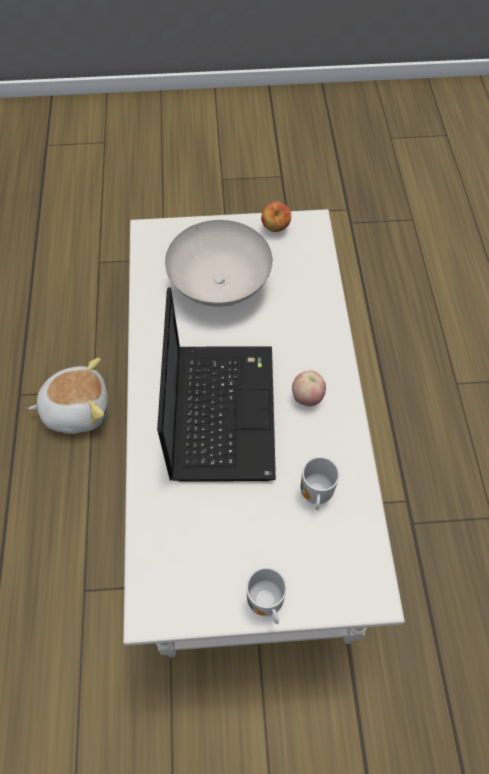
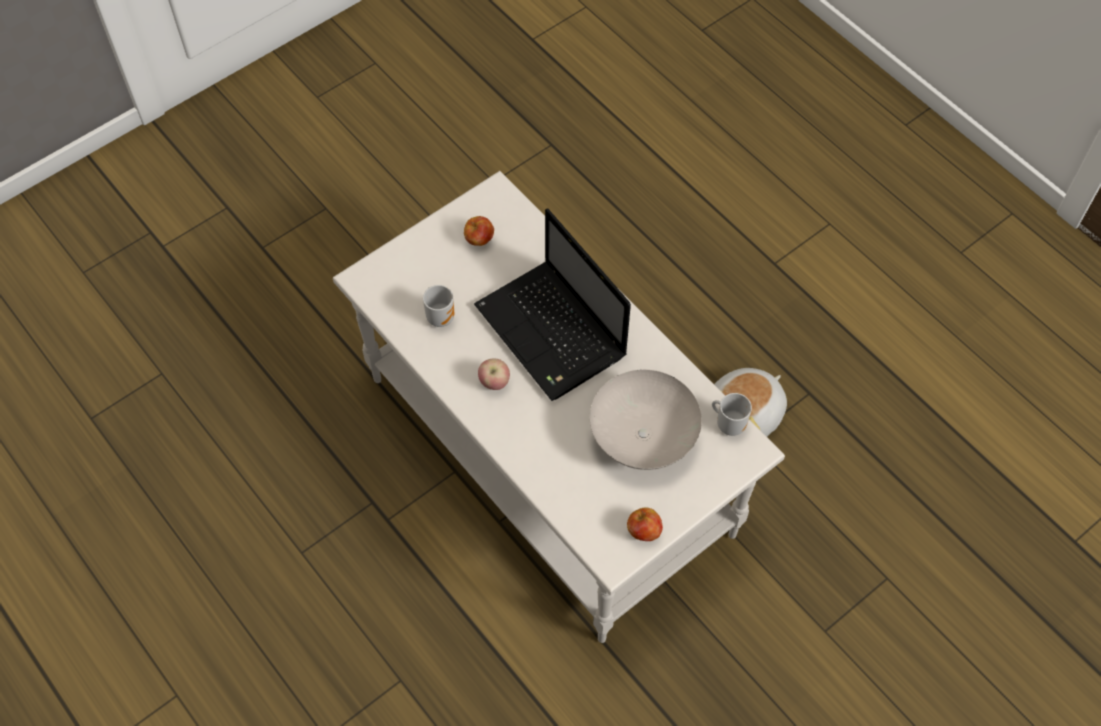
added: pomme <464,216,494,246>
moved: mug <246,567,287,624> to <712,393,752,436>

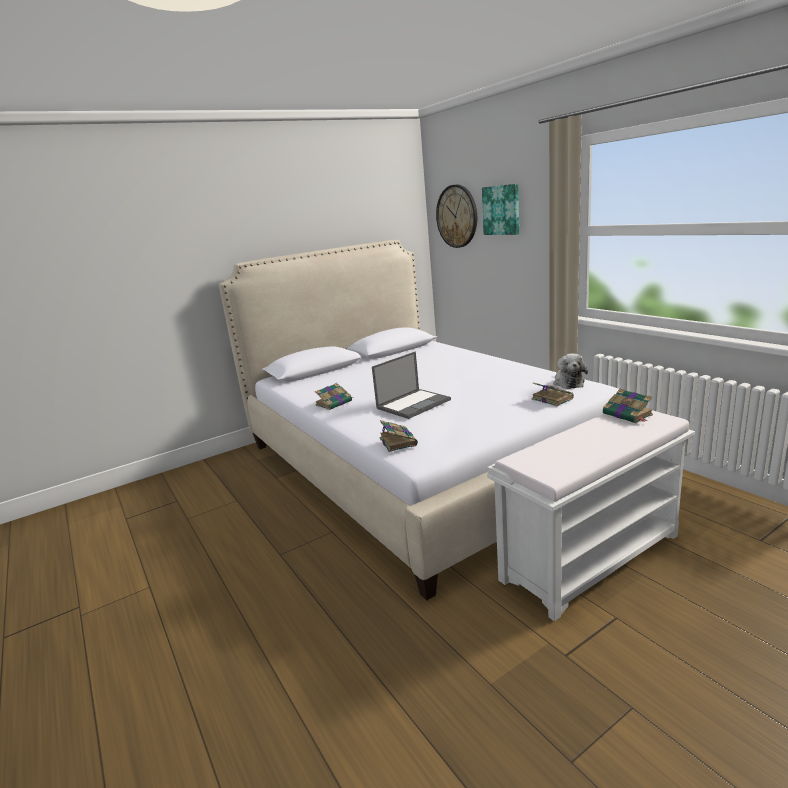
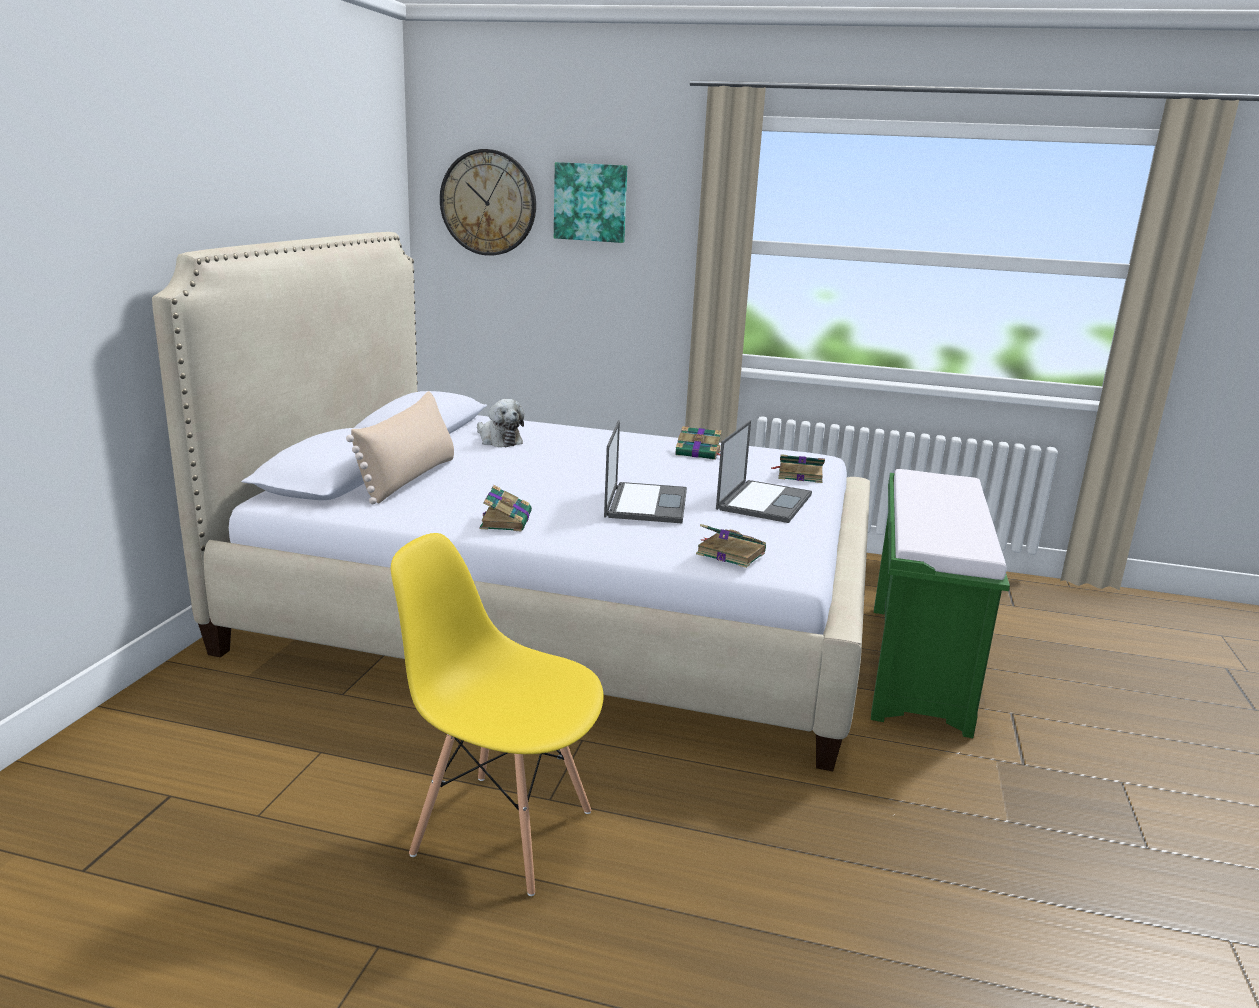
added: coussin (beige) <346,391,454,504>; chaise (jaune) <391,533,604,896>; ordinateur portable <716,420,812,523>
moved: peluche <553,353,588,389> to <477,399,524,447>; livre <603,389,653,423> to <675,426,722,460>
recoloured: banc (blanc) <487,410,695,621> to banc (vert) <871,469,1010,738>

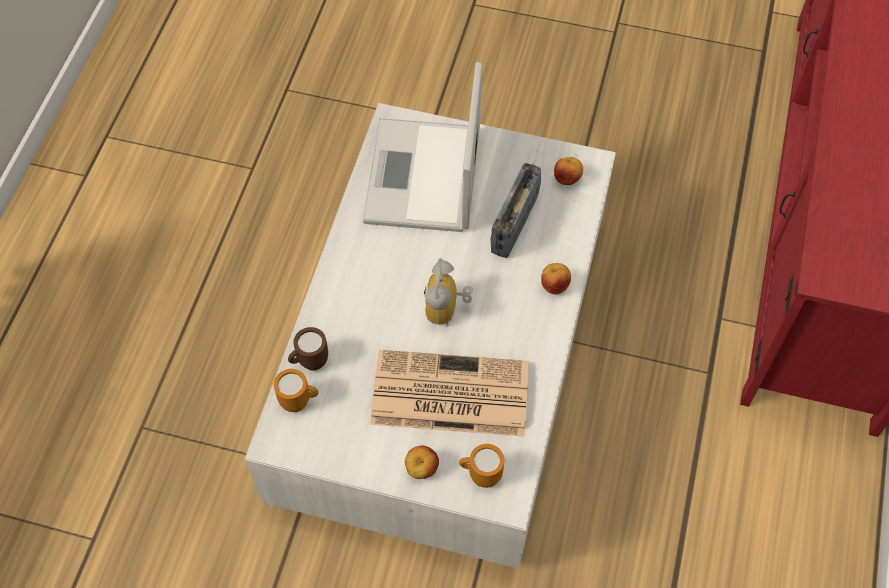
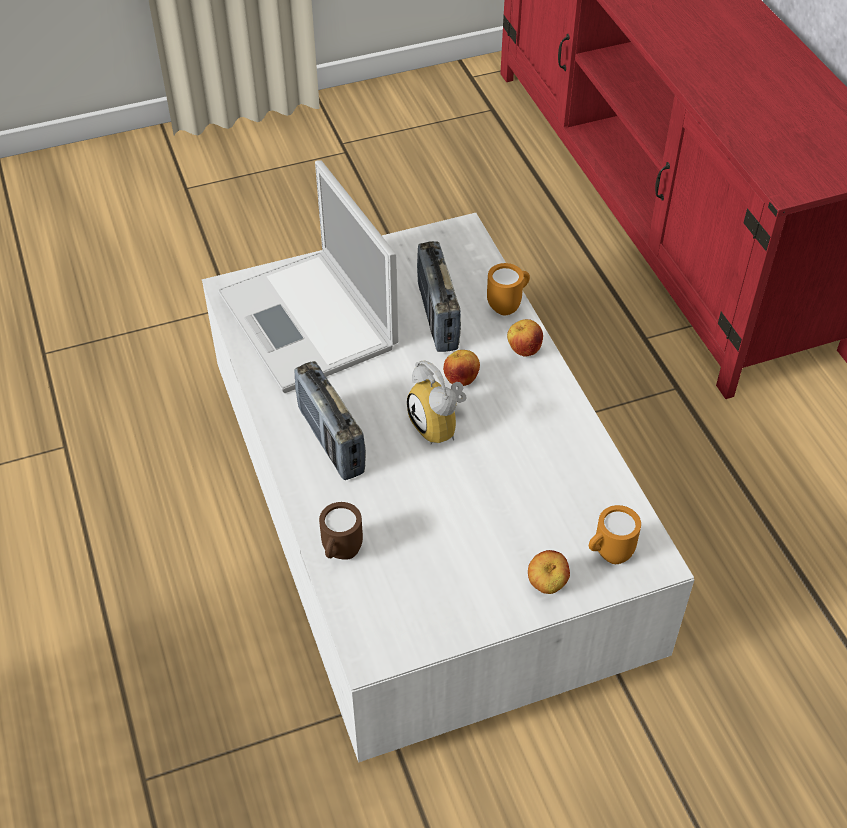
removed: journal <370,350,529,437>
added: radio <294,361,366,480>
moved: mug (orange) <274,369,318,412> to <487,263,530,315>; pomme <554,157,583,185> to <443,350,480,386>

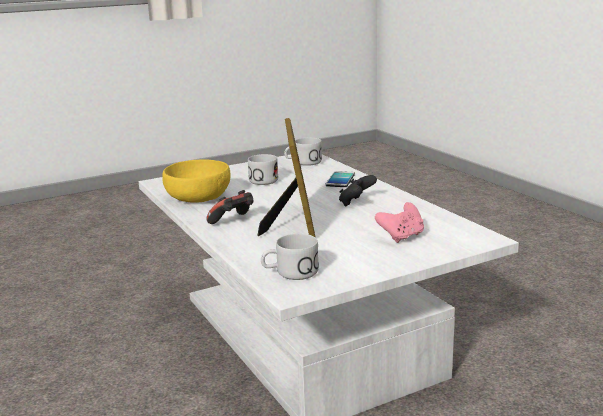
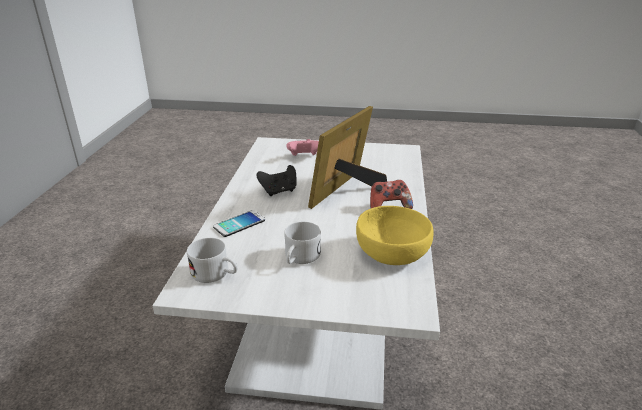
removed: mug (blanc) <261,234,319,280>

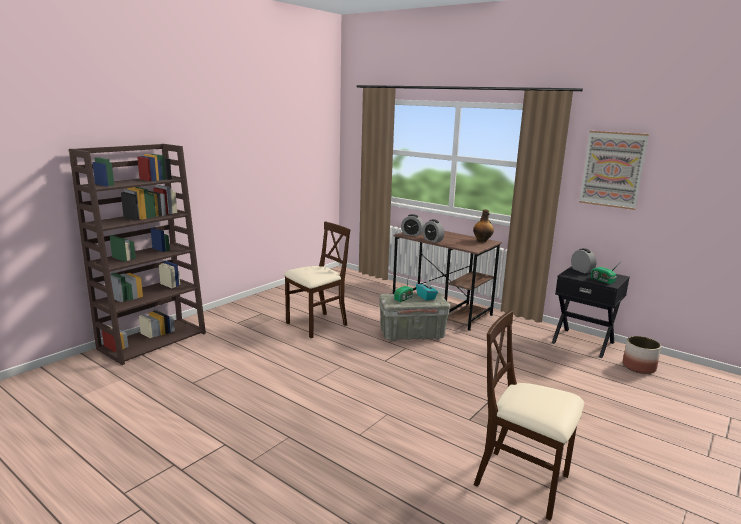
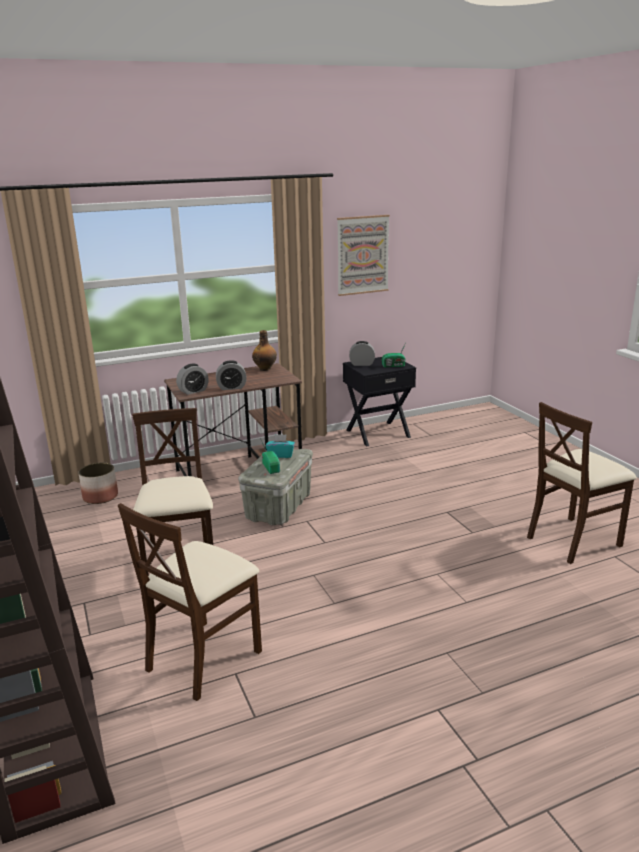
added: chaise (beige) <118,503,262,701>
moved: cache-pot <623,336,661,374> to <78,463,118,504>

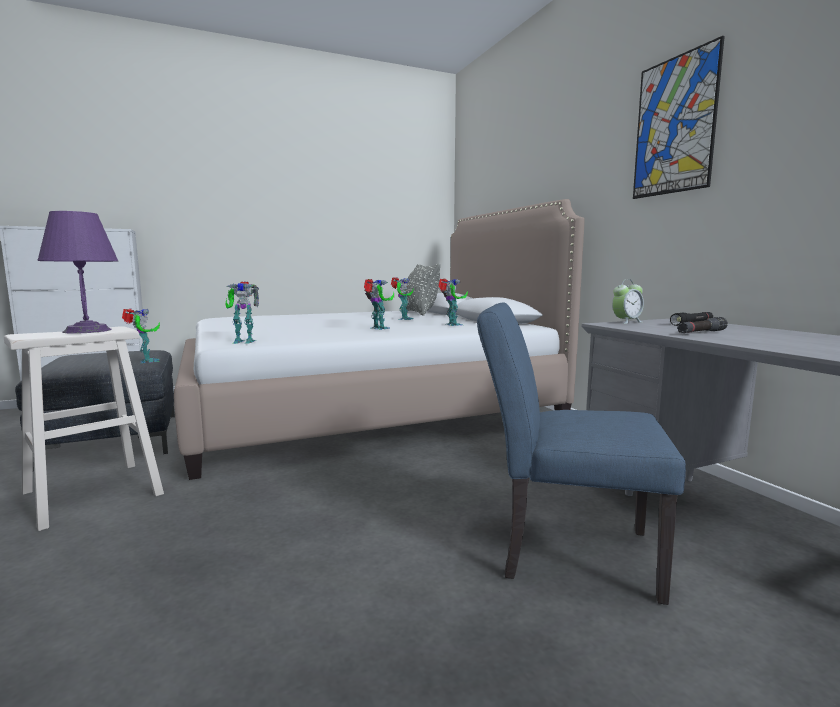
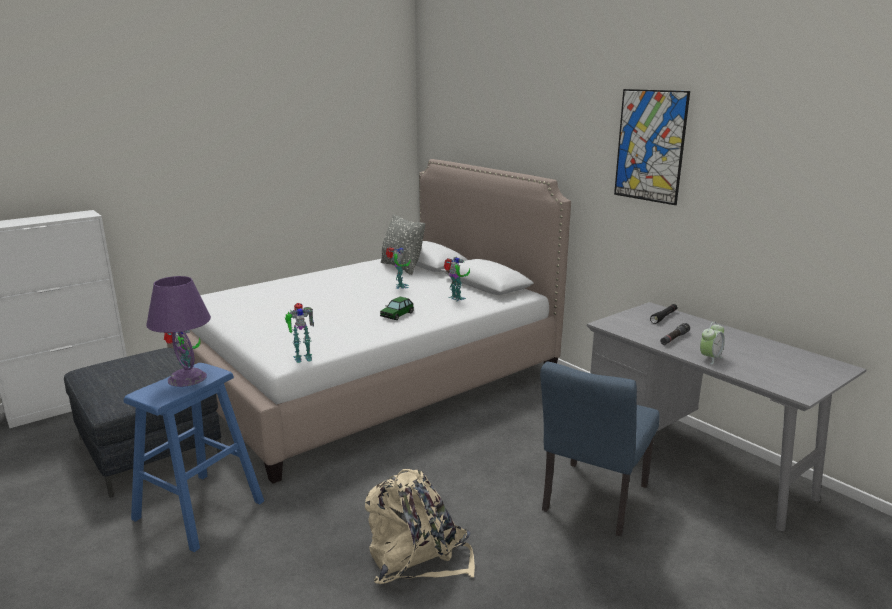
added: sac à dos (beige) <365,469,475,584>
moved: réveil <612,279,644,324> to <700,321,725,365>
replaced: robot jouet <364,279,394,330> to petite voiture <380,297,414,320>
recoloured: tabouret (beige) <4,326,164,531> to tabouret (bleu) <124,363,264,552>
turned: chaise (bleu) <477,303,686,605> = <540,362,660,536> 60 degrees counterclockwise

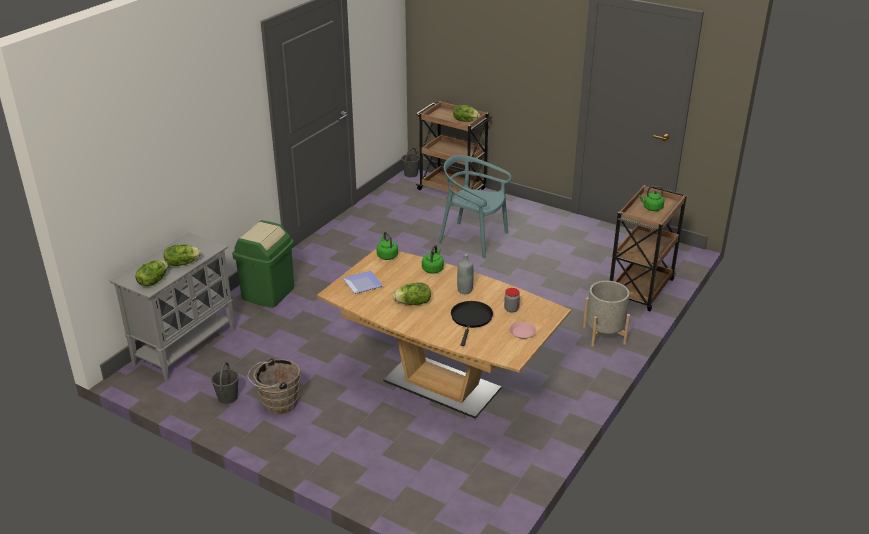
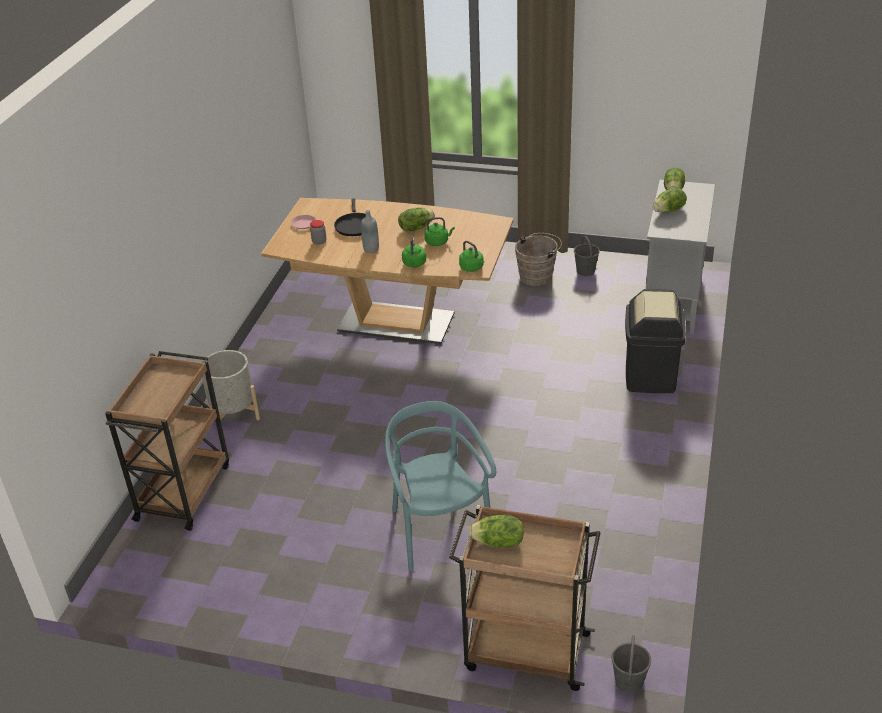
removed: assiette <343,271,383,294>
moved: bouilloire (vert) <638,186,664,211> to <424,217,455,246>
recoloured: poubelle (vert) <232,220,294,308> to poubelle (noir) <625,289,686,393>
turned: chaise (turquoise) <439,155,512,259> = <385,401,496,571> 120 degrees counterclockwise

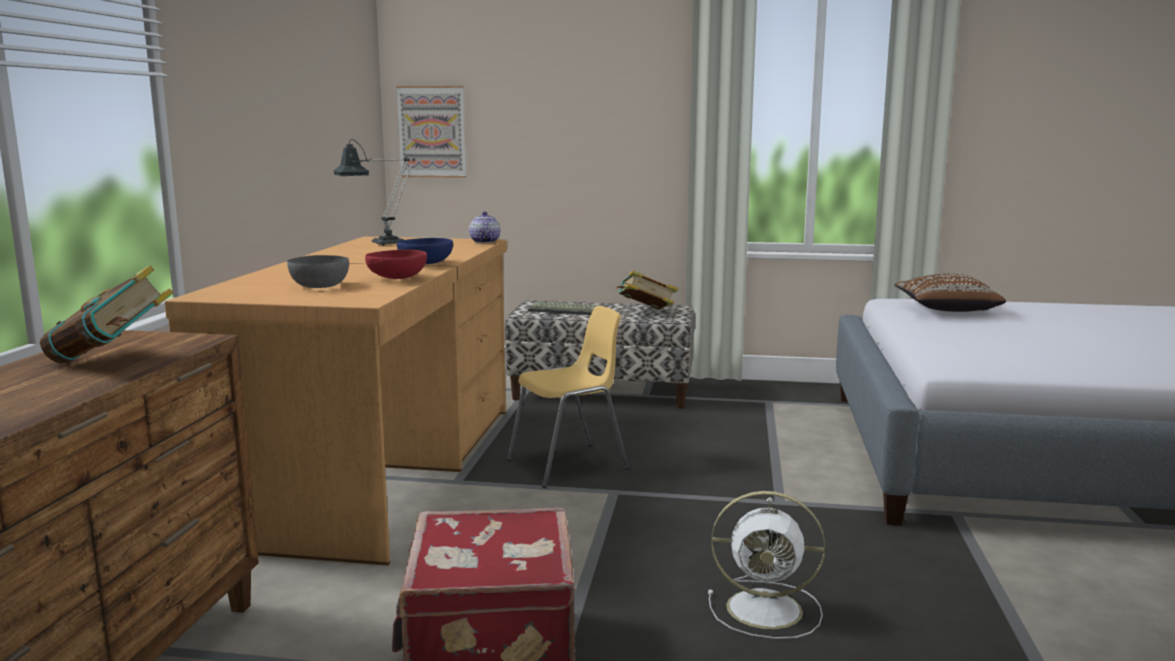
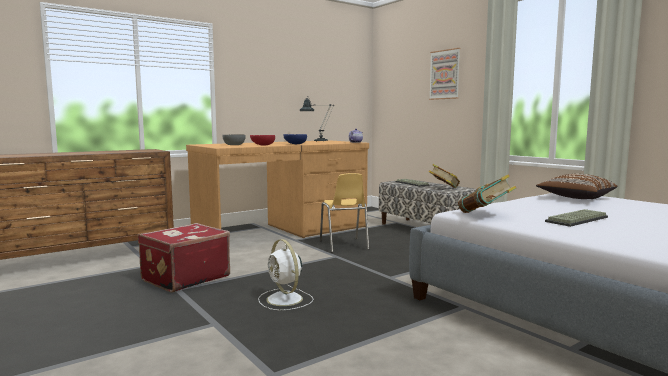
added: clavier <545,209,608,227>
moved: livre <40,266,173,364> to <458,174,516,213>; tableau <396,86,466,178> to <429,48,460,100>
turned: chaise (jaune) <507,306,629,488> = <320,173,369,253> 60 degrees clockwise

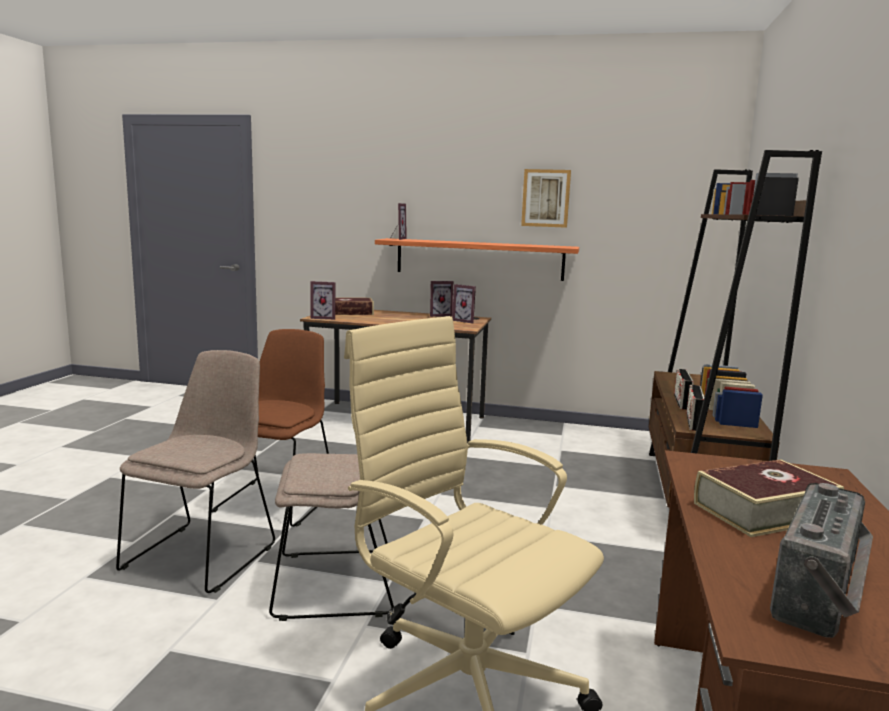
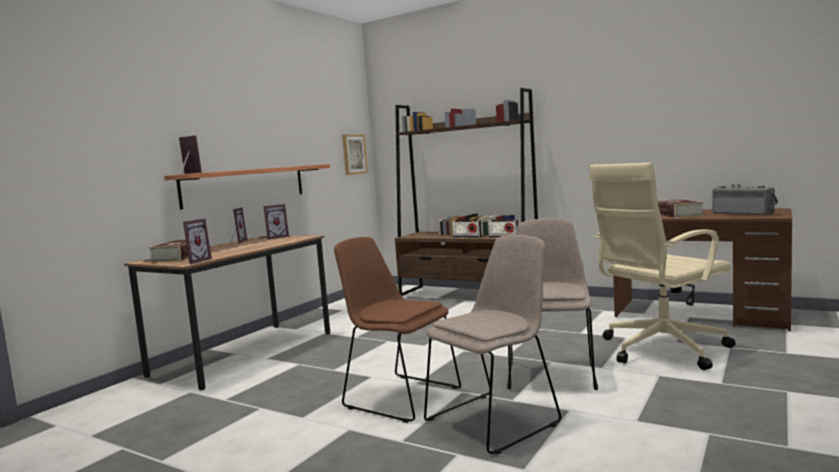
moved: tableau <521,169,571,228> to <342,134,368,175>
turned: chaise (beige) <116,350,275,593> = <424,235,561,455> 105 degrees clockwise

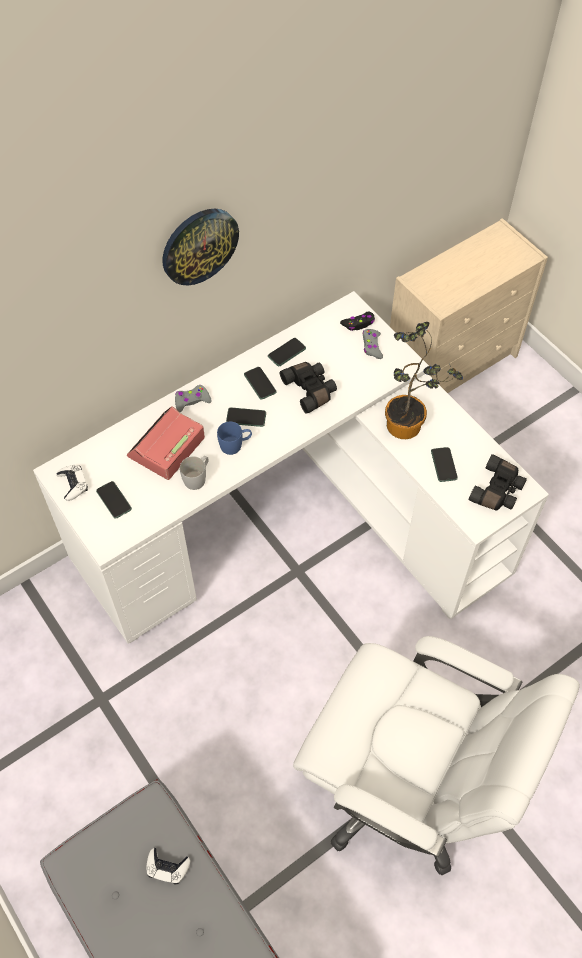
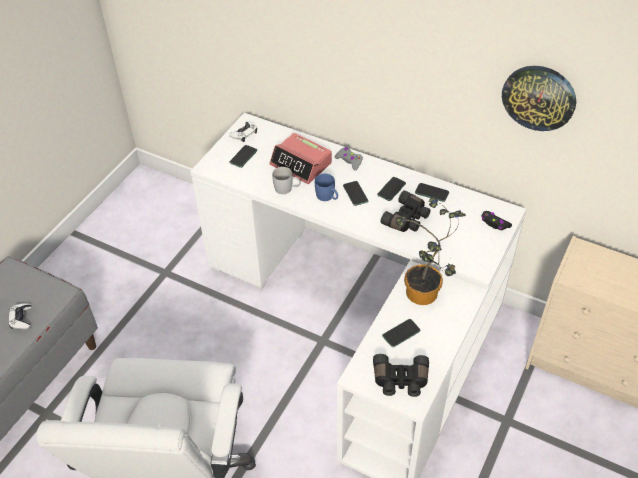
removed: manette (gris) <363,329,383,359>
moved: horloge murale <162,209,239,285> to <502,66,576,131>
turned: réveil <127,406,205,480> = <270,133,332,184> 150 degrees counterclockwise

